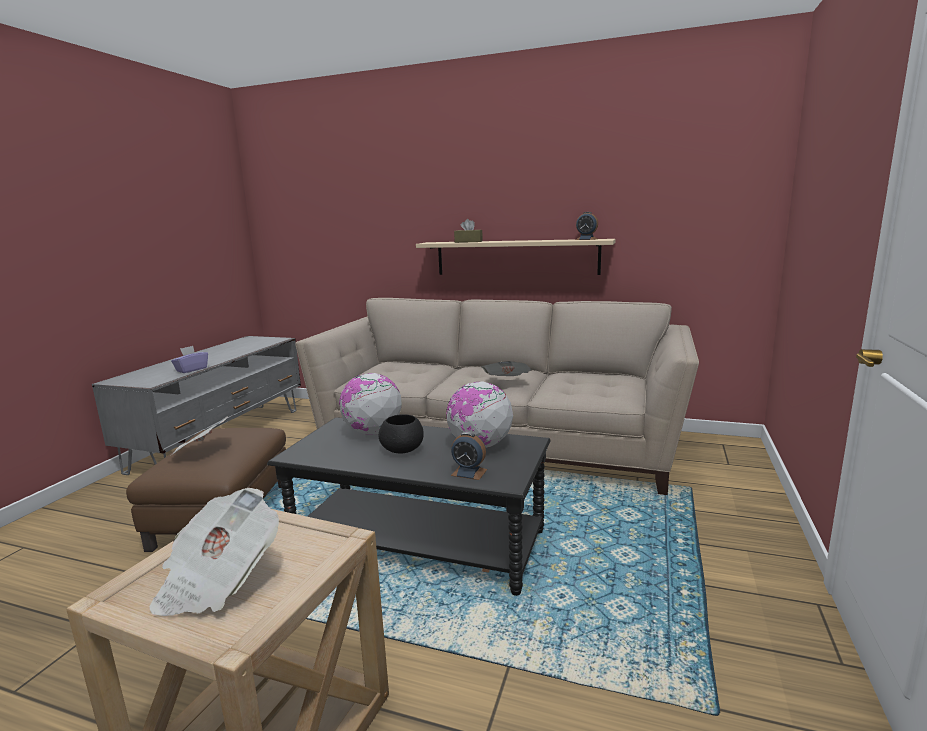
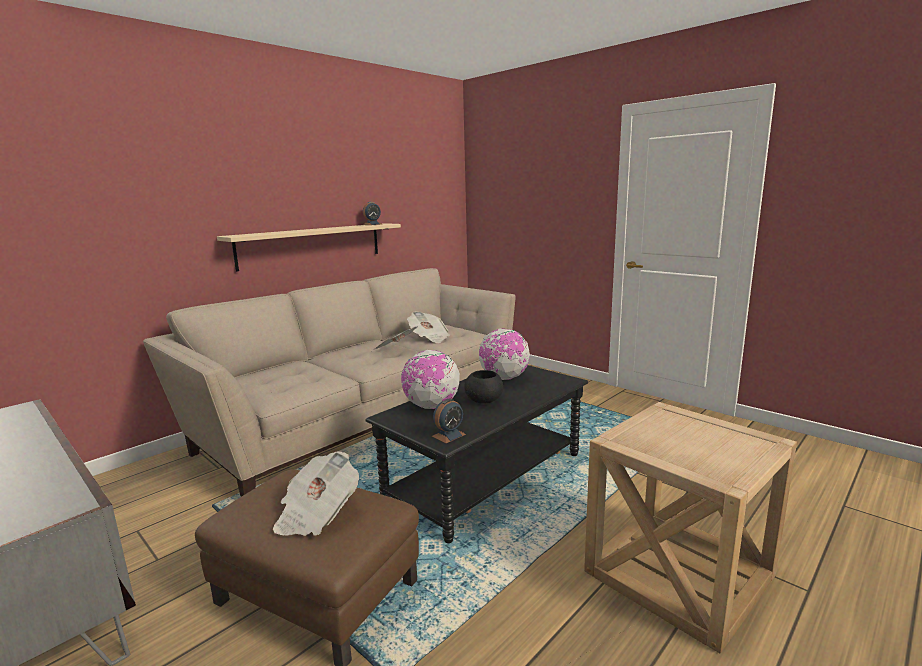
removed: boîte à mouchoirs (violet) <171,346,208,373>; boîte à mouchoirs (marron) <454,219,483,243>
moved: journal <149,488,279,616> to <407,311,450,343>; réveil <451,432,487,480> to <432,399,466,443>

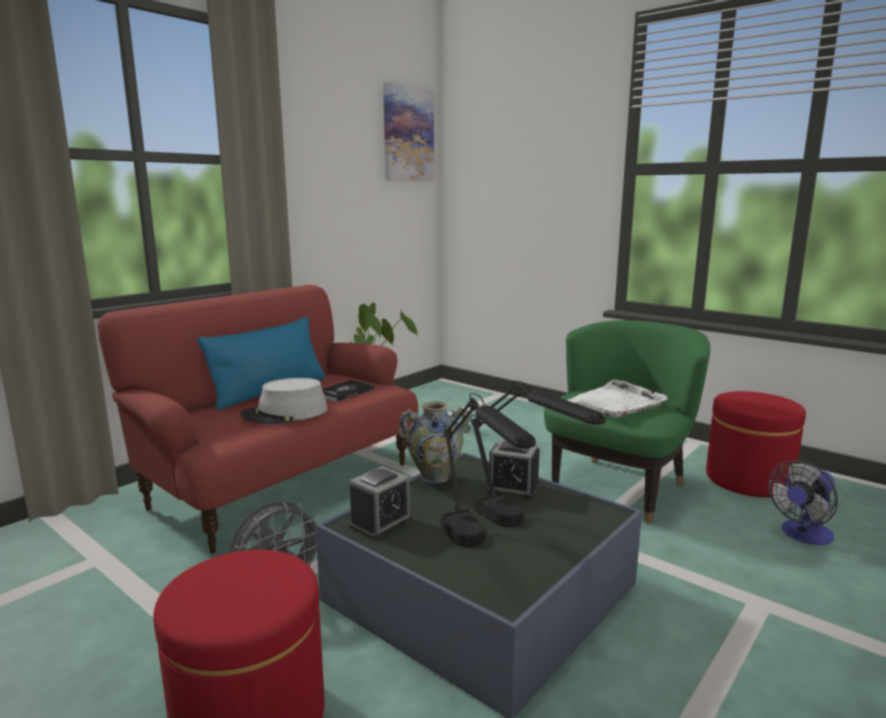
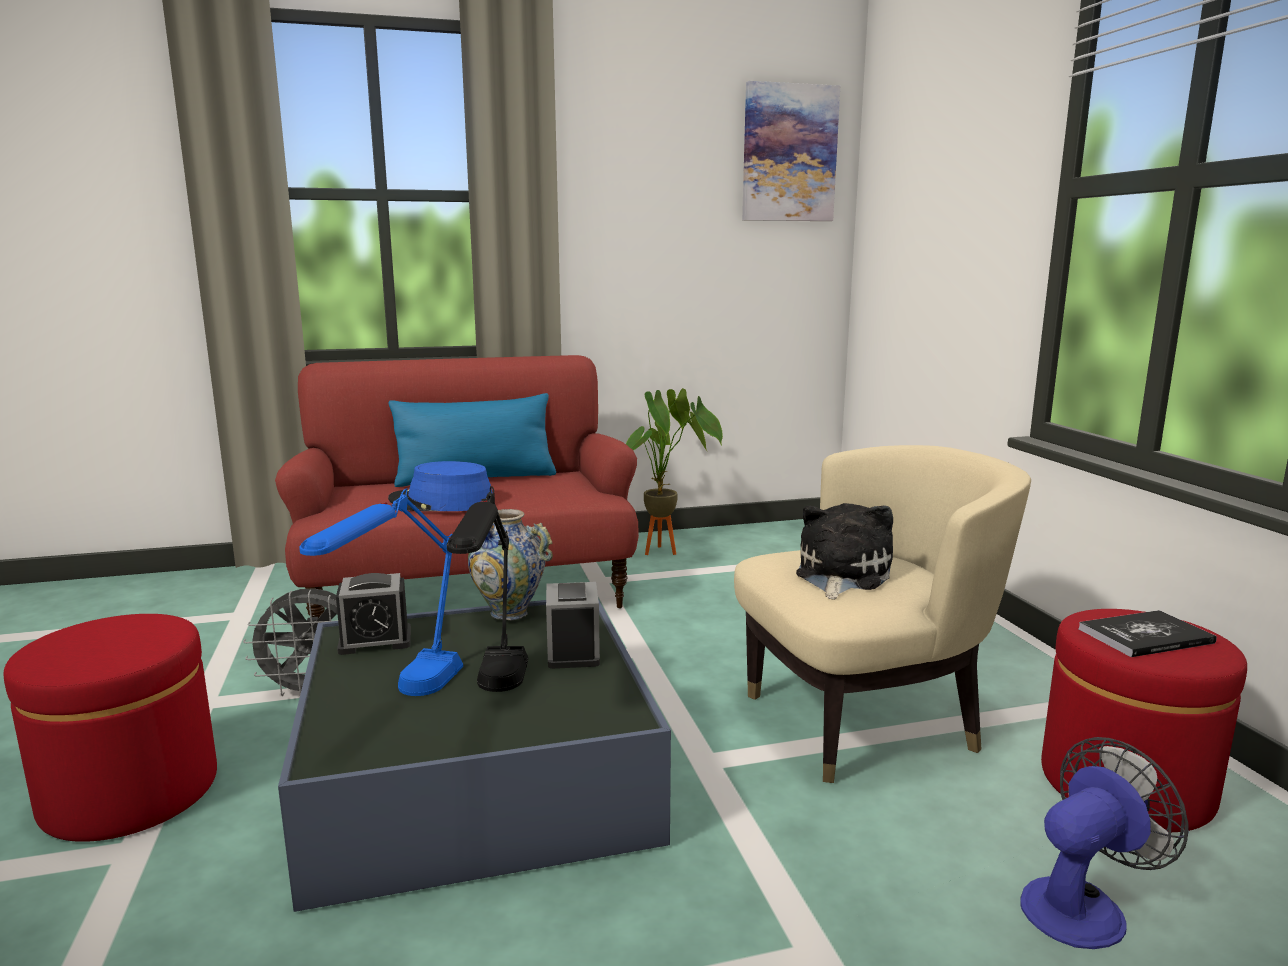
moved: livre <322,380,375,402> to <1079,610,1217,657>
replaced: plateau (blanc) <568,380,668,418> to peluche <796,503,893,600>
recoloured: chapeau (gris) <240,378,328,425> to chapeau (bleu) <388,461,493,511>; lampe de table (noir) <440,393,536,547> to lampe de table (bleu) <299,489,463,696>; fauteuil (vert) <544,320,710,524> to fauteuil (beige) <734,445,1031,783>
turned: réveil <486,440,540,500> = <546,582,600,669> 150 degrees counterclockwise; ventilateur <768,460,838,545> = <1020,737,1188,949> 150 degrees clockwise

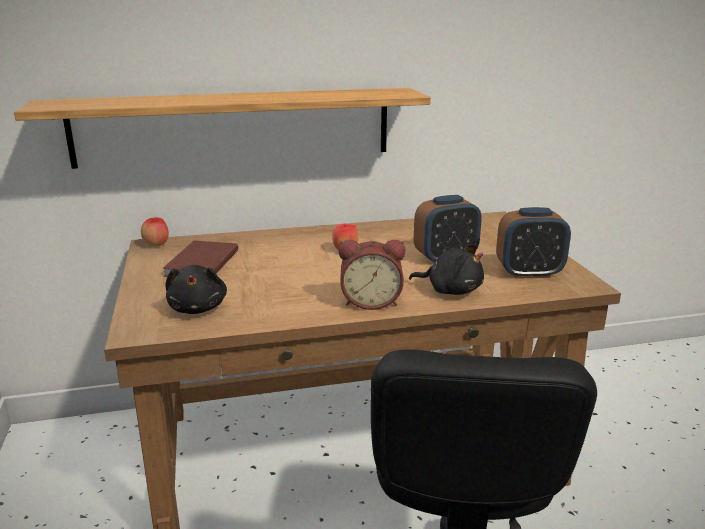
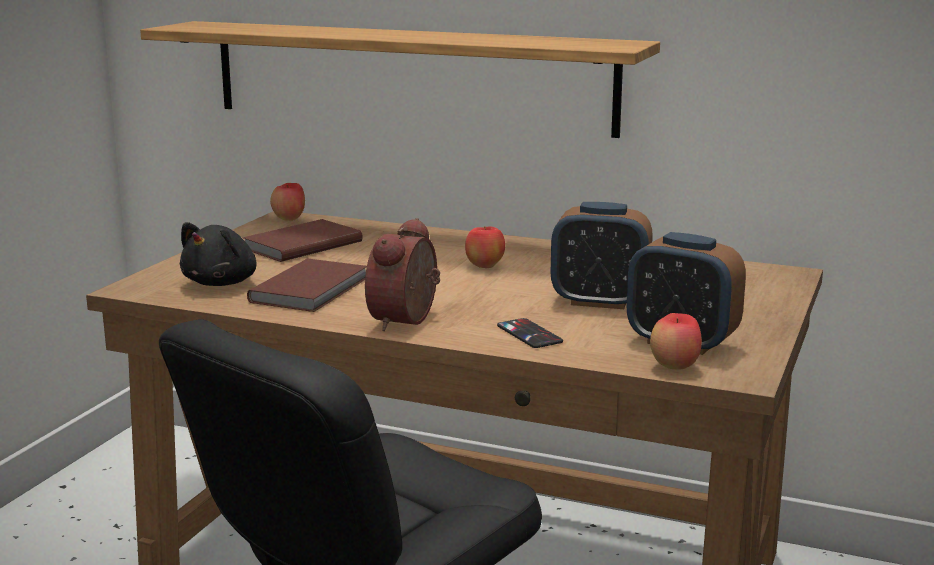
added: livre (marron) <247,258,367,312>; pomme <650,313,702,369>
replaced: peluche (noir) <409,243,484,295> to téléphone <497,318,563,348>
turned: réveil <339,240,405,310> = <365,218,440,331> 75 degrees clockwise

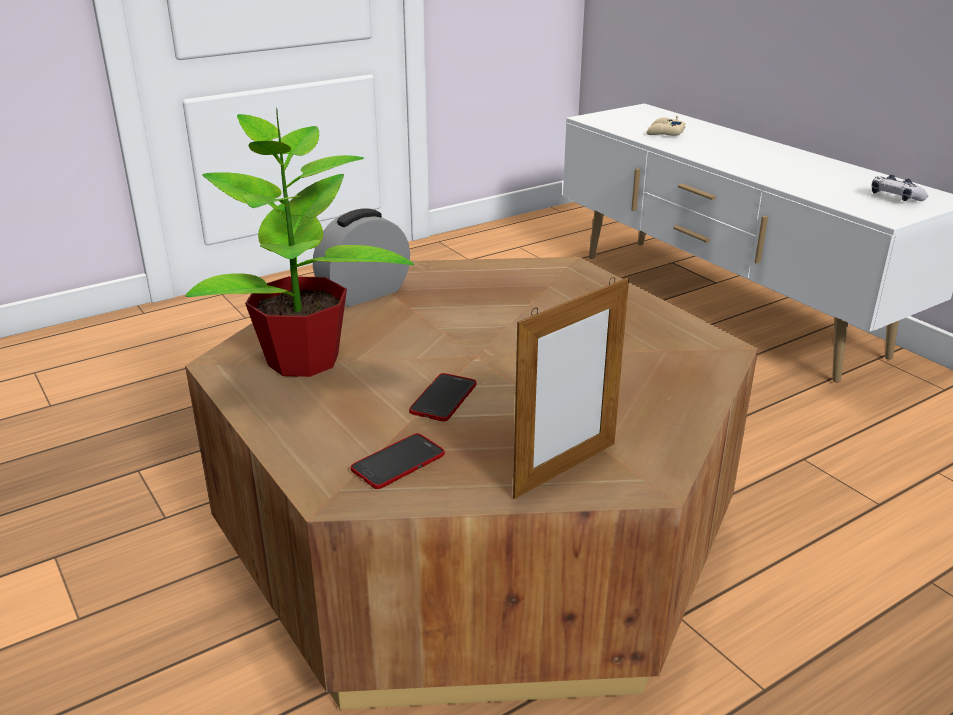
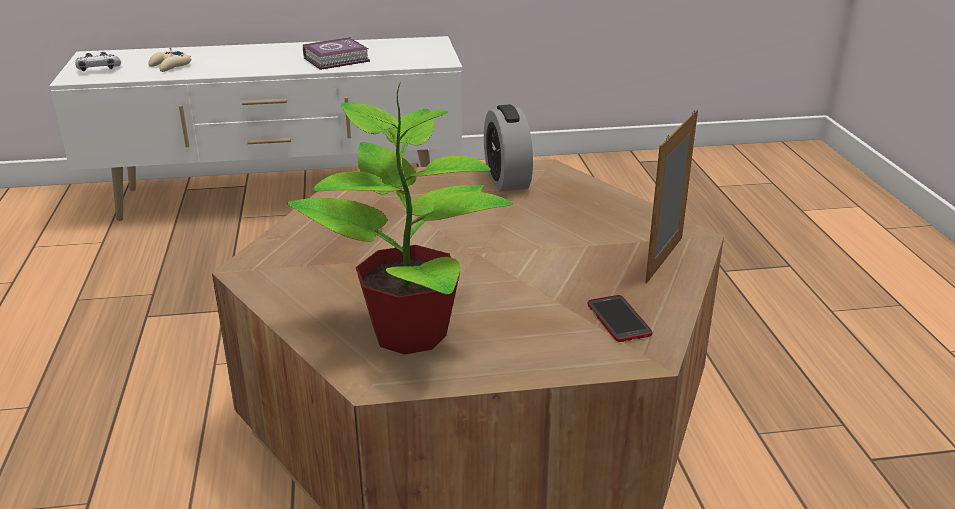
removed: téléphone <409,373,476,421>
added: livre <303,37,370,70>
moved: réveil <313,208,410,307> to <484,105,533,192>; manette <872,175,928,201> to <75,52,121,71>
turned: cadre photo <513,277,629,499> = <645,110,698,283> 135 degrees counterclockwise

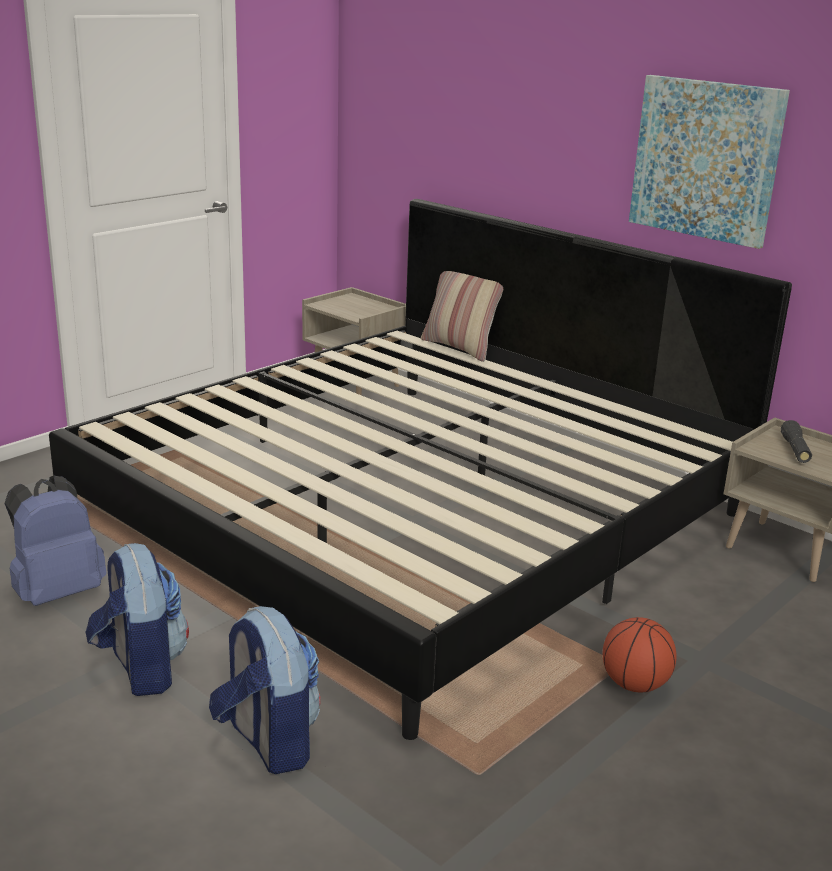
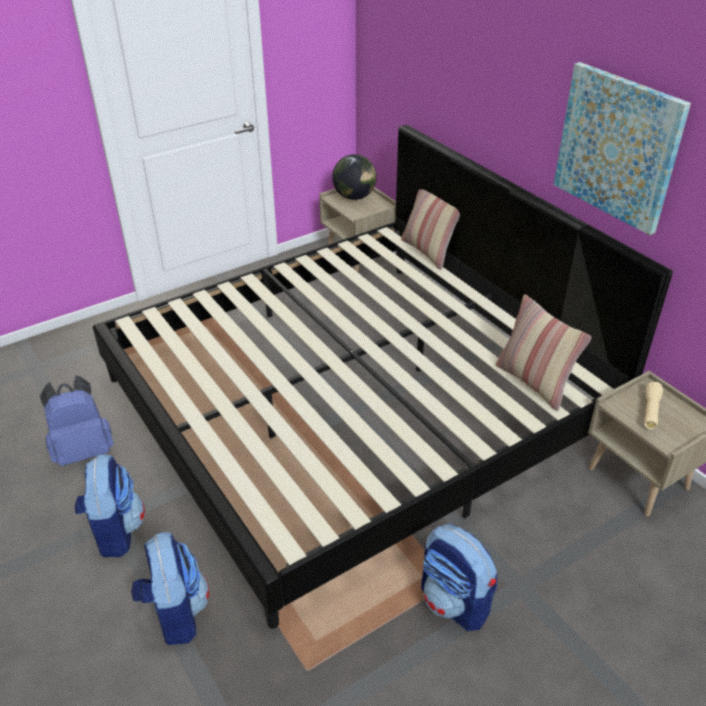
added: globe <332,154,377,200>; coussin <495,295,591,411>
replaced: ballon de basket <603,617,677,693> to sac à dos <421,524,497,631>
recoloured: lampe de poche (noir) <781,420,812,463> to lampe de poche (beige) <644,382,663,430>

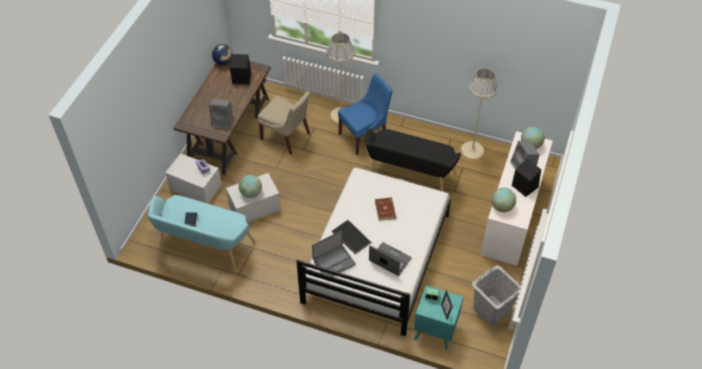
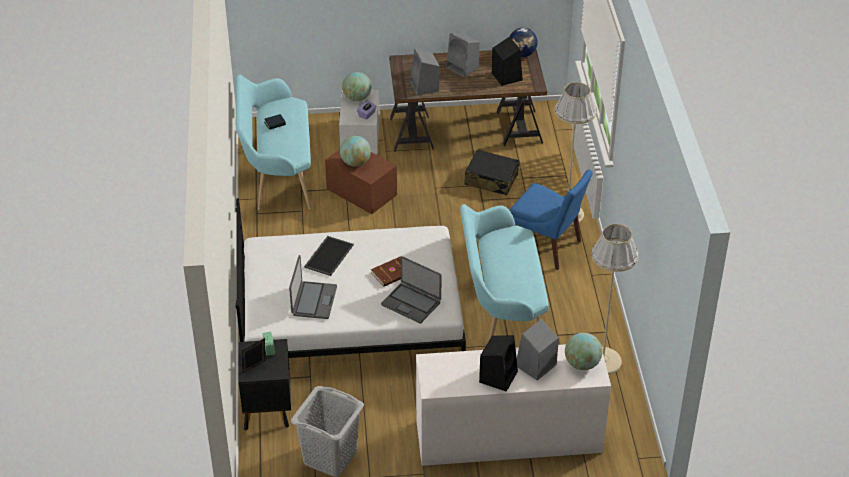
added: enceinte (gris) <446,33,480,77>
moved: ordinateur portable <312,231,356,276> to <381,256,442,323>; globe <491,188,516,212> to <342,72,371,101>
replaced: chaise (beige) <257,91,310,155> to valise (noir) <464,149,519,196>
recoloured: boîte de rangement (blanc) <226,173,281,223> to boîte de rangement (marron) <325,149,397,214>; banc (noir) <366,129,461,191> to banc (turquoise) <460,204,549,341>; table de chevet (turquoise) <414,285,463,350> to table de chevet (noir) <239,339,291,430>

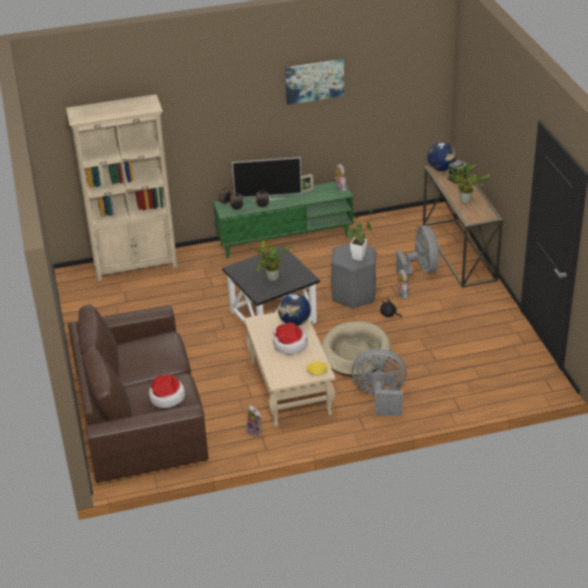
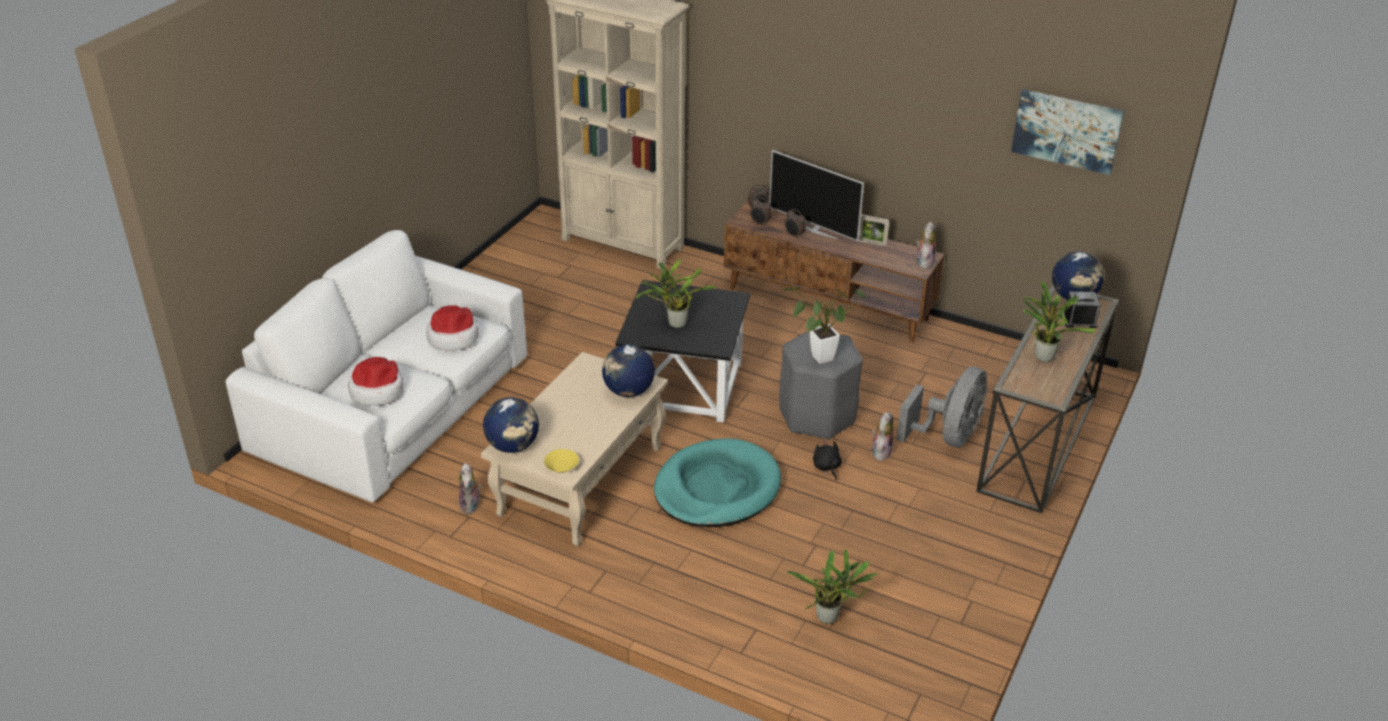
removed: ventilateur (gris) <352,349,407,416>
added: globe <483,397,539,453>; plante en pot <787,550,878,624>
moved: chapeau <273,322,308,355> to <426,305,478,351>; tableau <285,59,344,105> to <1011,89,1124,175>
recoloured: canapé (marron) <68,304,209,482> to canapé (blanc) <226,230,527,502>; meuble télé (vert) <213,181,353,259> to meuble télé (marron) <724,202,945,343>; panier pour chien (beige) <321,321,391,376> to panier pour chien (turquoise) <654,438,781,527>

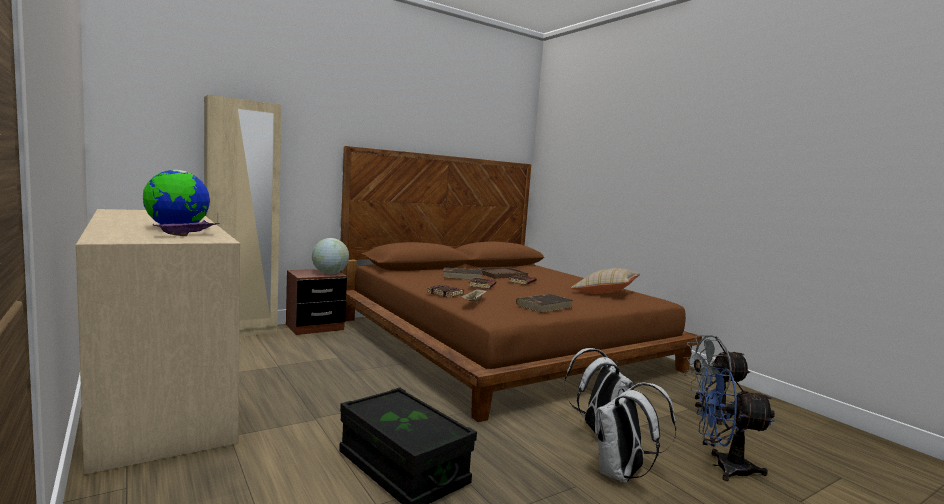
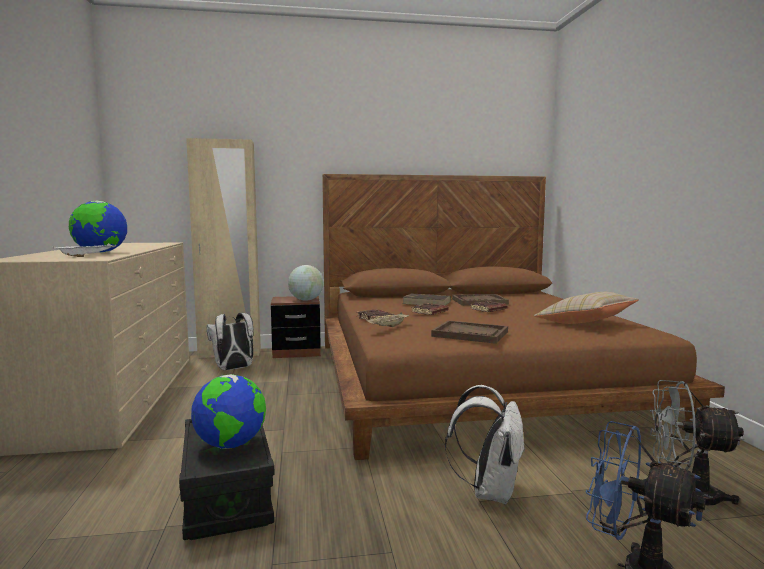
added: globe <191,374,266,449>
moved: sac à dos (blanc) <595,382,676,483> to <206,313,254,370>
replaced: livre (marron) <516,294,573,313> to plateau (marron) <431,320,508,344>
recoloured: plateau (violet) <153,220,220,236> to plateau (blanc) <53,243,116,257>

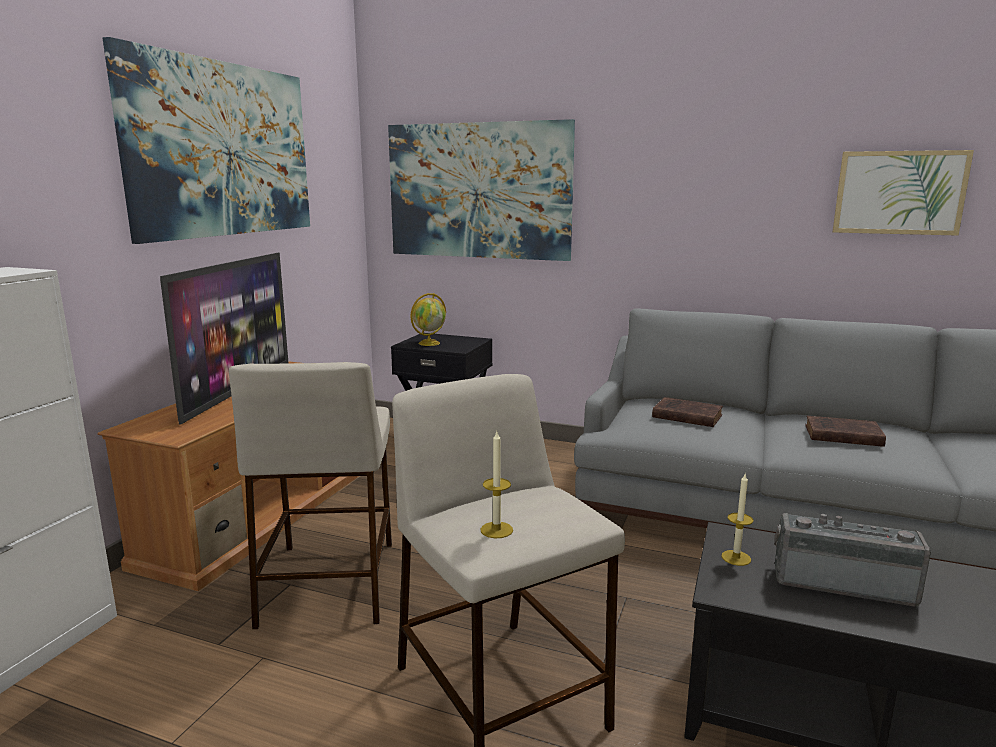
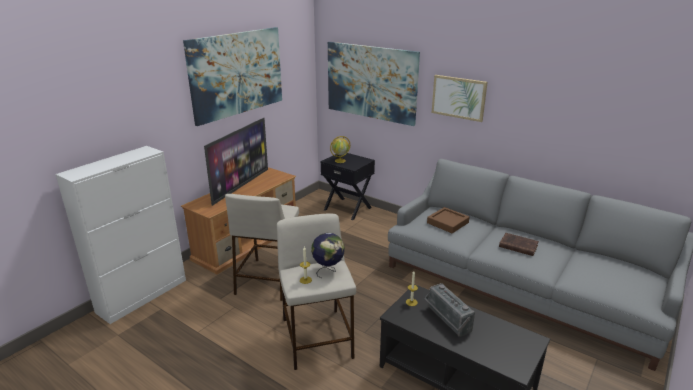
added: globe <311,233,345,278>
moved: tableau <833,150,974,236> to <432,75,488,122>
replaced: livre (marron) <652,397,723,427> to plateau (marron) <427,207,469,233>
turned: radio <774,513,931,607> = <424,283,475,337> 150 degrees counterclockwise

